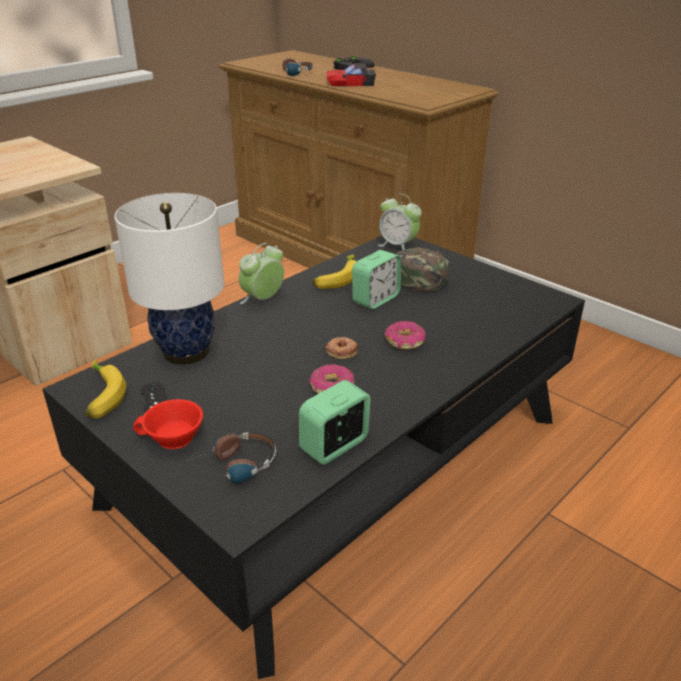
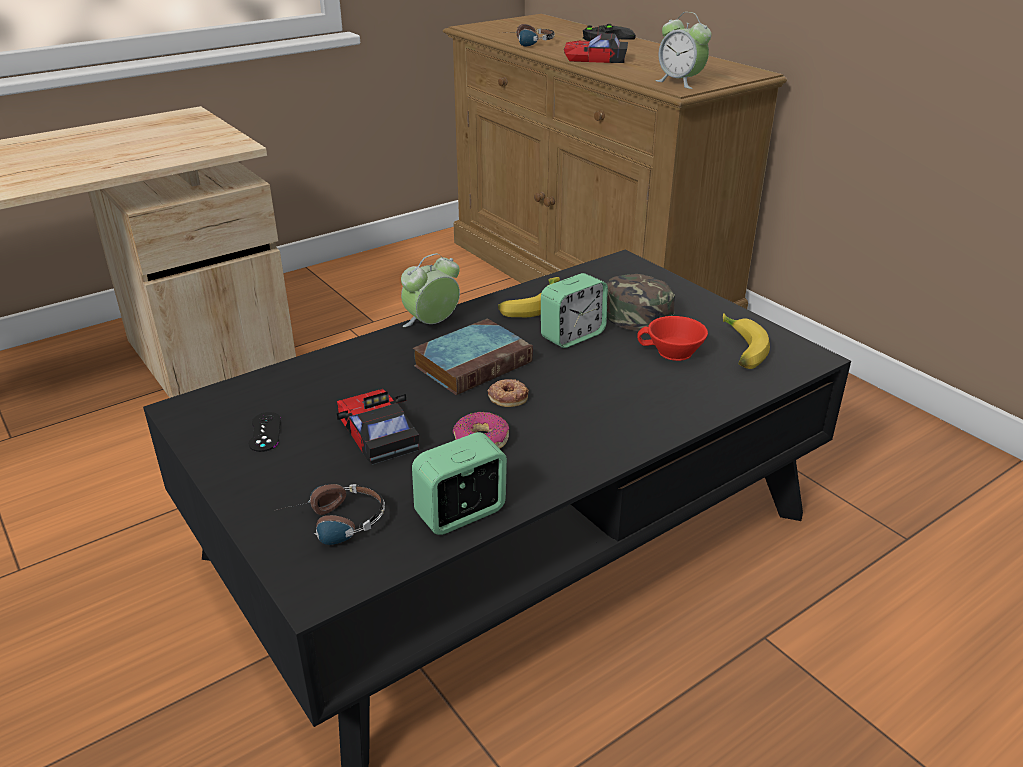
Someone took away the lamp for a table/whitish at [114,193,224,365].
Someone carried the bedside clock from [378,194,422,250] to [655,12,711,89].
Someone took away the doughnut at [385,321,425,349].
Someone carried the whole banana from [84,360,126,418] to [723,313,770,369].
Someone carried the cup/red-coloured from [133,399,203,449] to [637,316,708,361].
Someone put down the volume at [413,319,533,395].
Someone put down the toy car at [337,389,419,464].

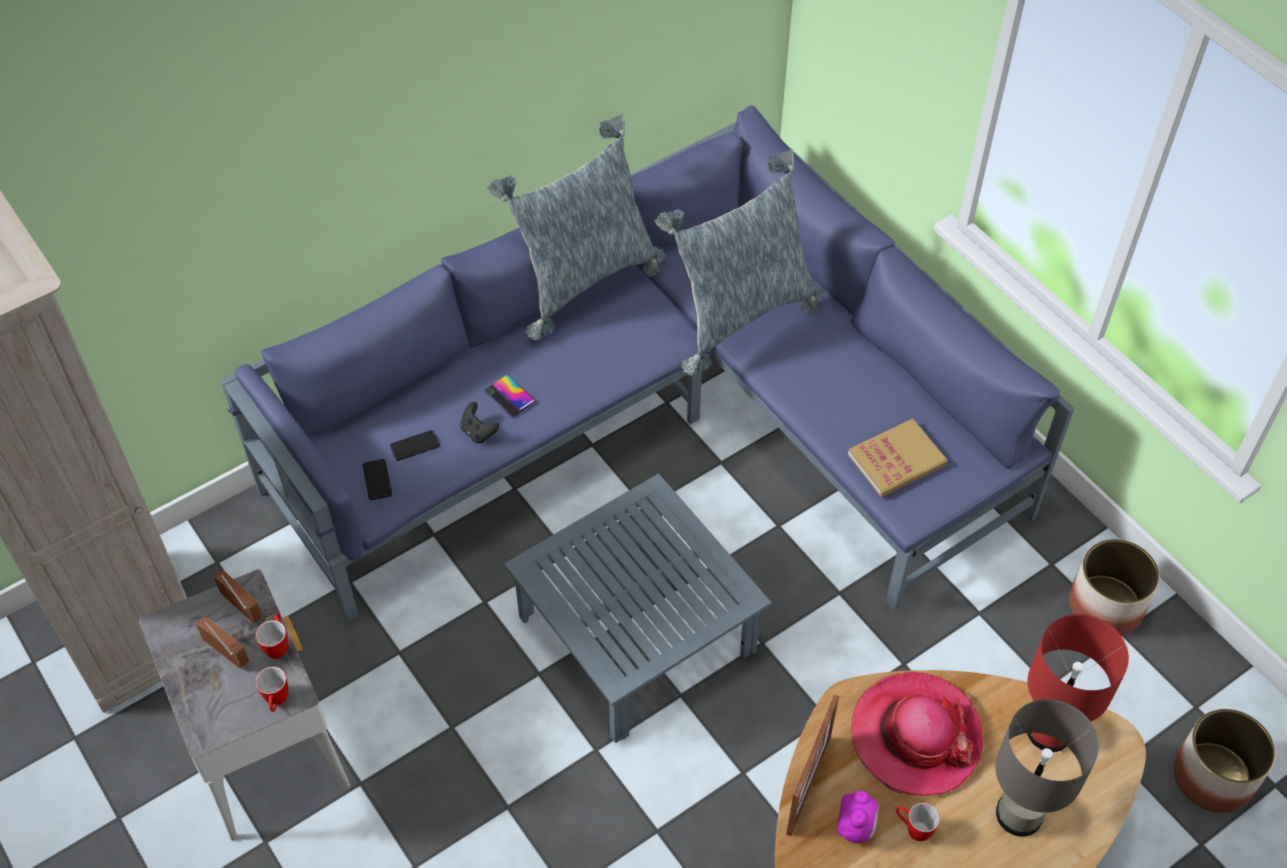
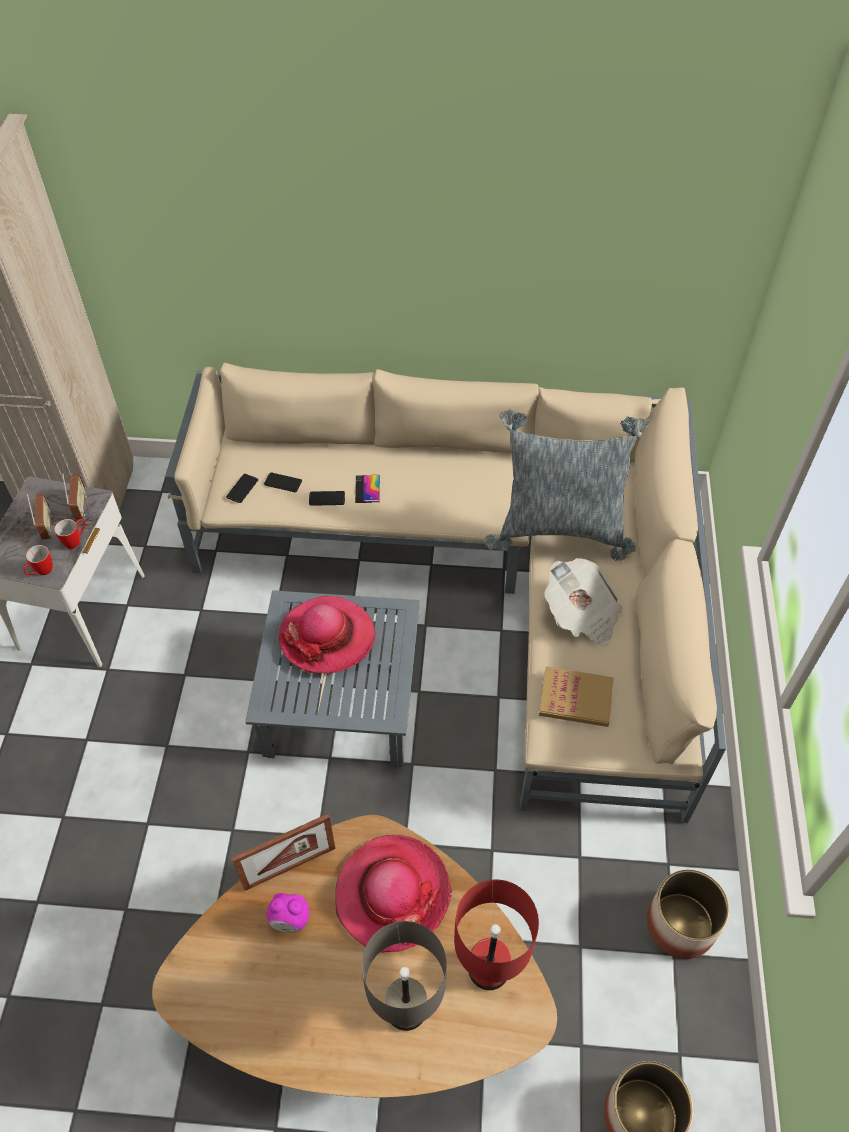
Someone repainted the couch/bluish at [221,105,1074,743], which became the couch/beige-coloured at [165,363,726,823].
Someone took away the pillow at [487,113,666,341].
Someone swapped the joypad/black at [460,402,499,443] for the handset at [309,491,345,506].
Someone rotated the bedside clock at [838,791,878,844] by 45 degrees clockwise.
Someone took away the mug at [896,803,940,842].
Someone put down the daily paper at [544,558,623,647].
Someone put down the wearable hat at [278,596,376,673].

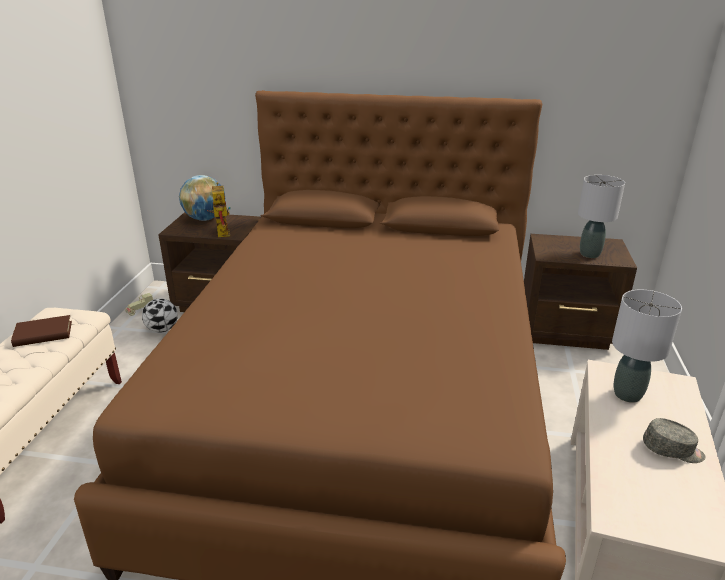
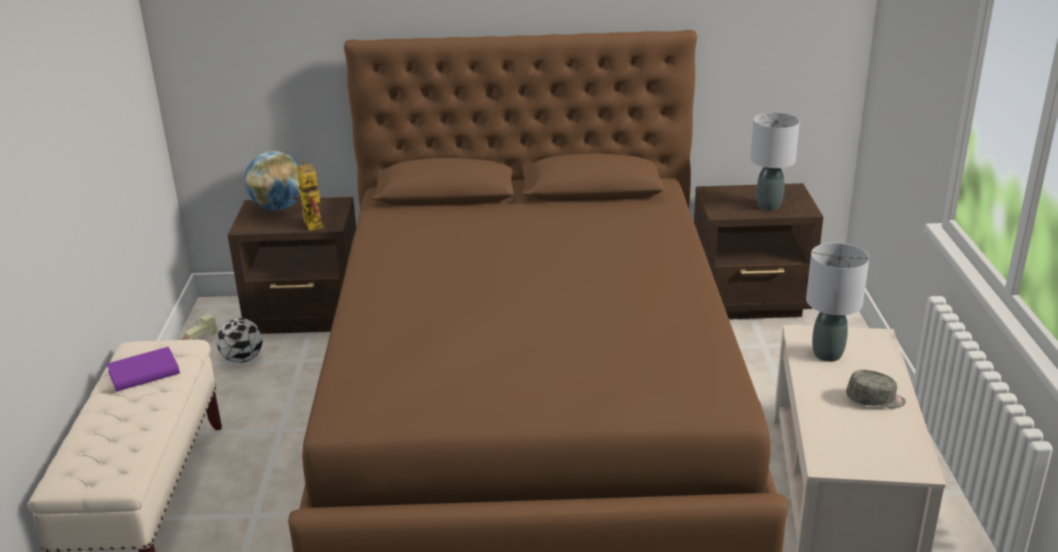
Someone repainted the volume/brown-coloured at [11,315,72,347], which became the volume/purplish at [107,347,180,391].

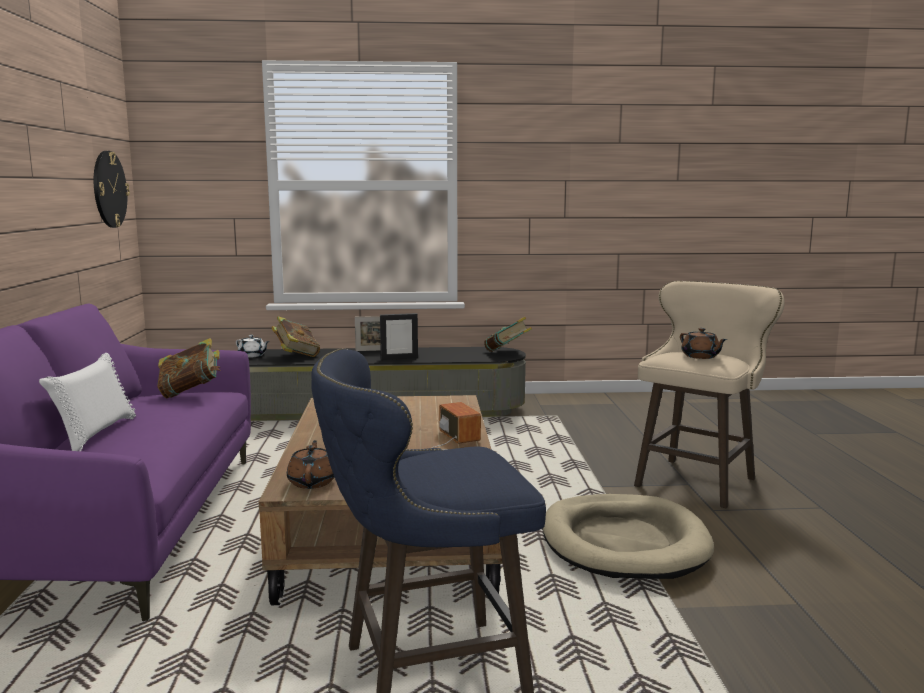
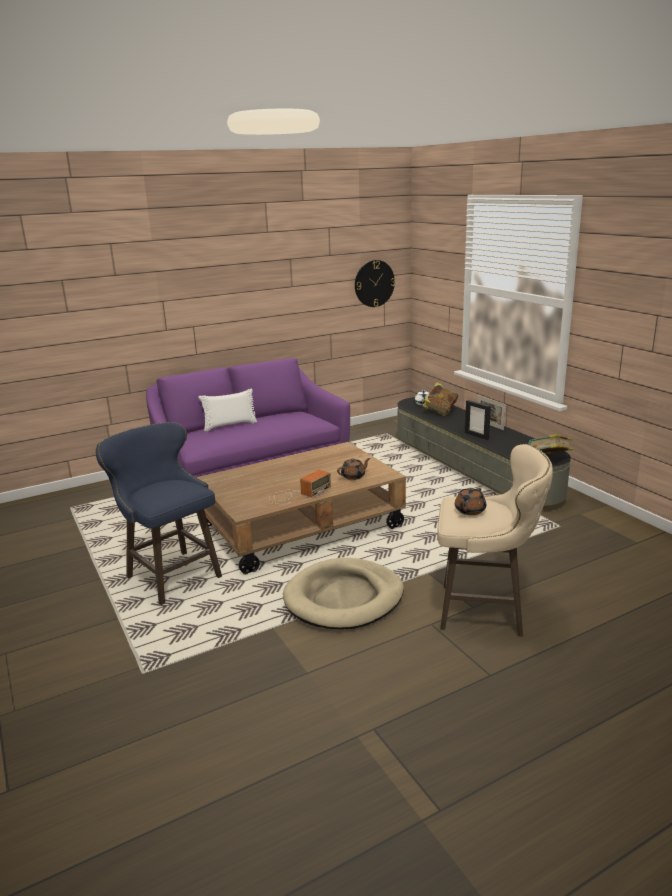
Someone took away the volume at [157,338,220,398].
Someone carried the teapot/brown-coloured from [287,440,335,489] to [337,458,370,480].

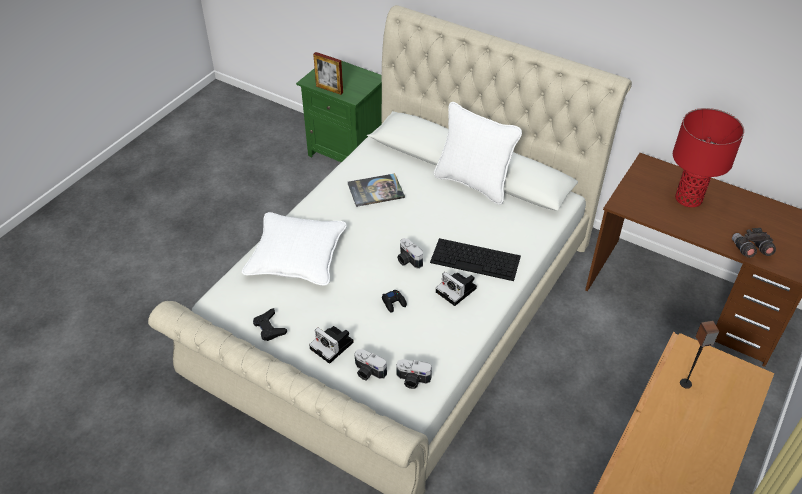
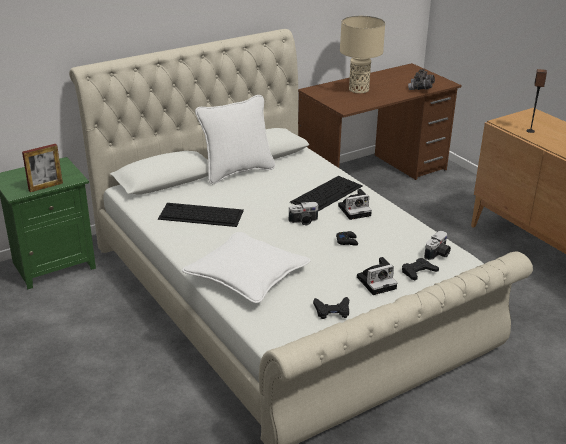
Someone repainted the lamp for a table/red-coloured at [673,108,744,207], which became the lamp for a table/beige-coloured at [340,16,385,93].
Someone swapped the volume at [348,173,405,207] for the computer keyboard at [158,203,244,227].
Someone swapped the photo camera at [354,349,387,381] for the joypad/black at [402,258,439,280].

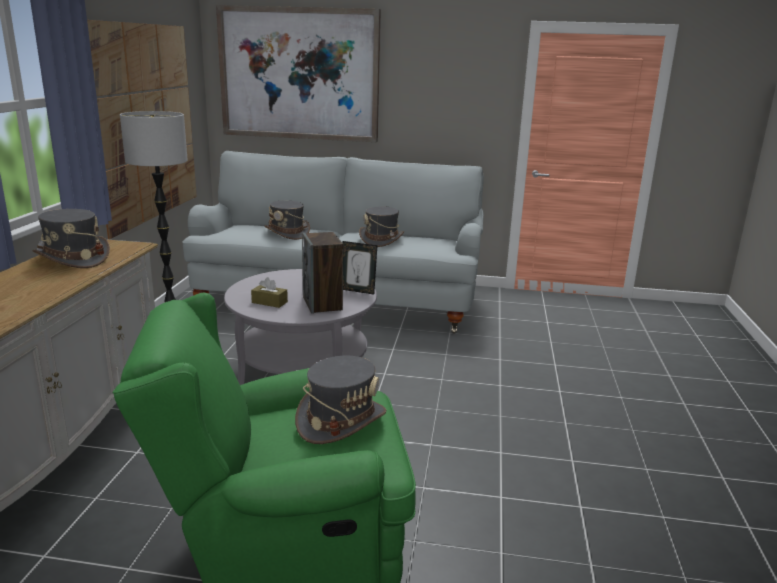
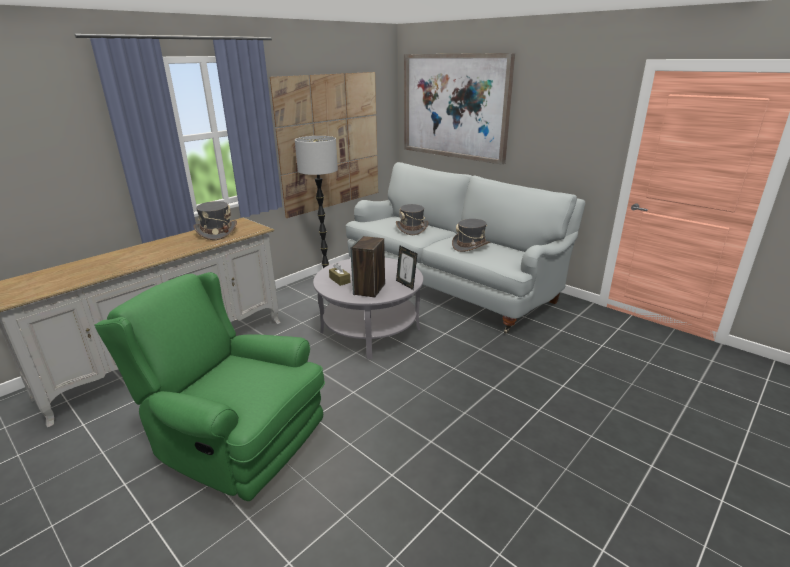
Someone took away the wearable hat/gray at [295,356,386,444].

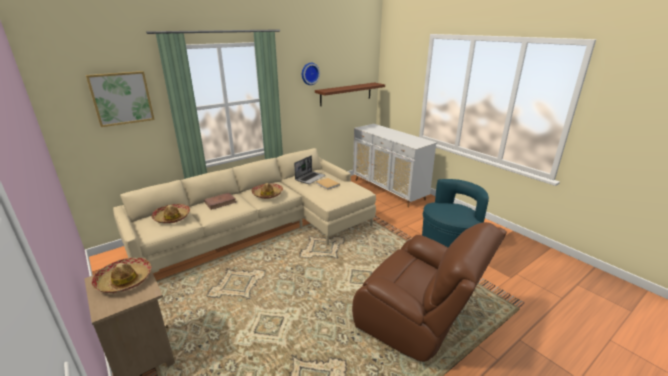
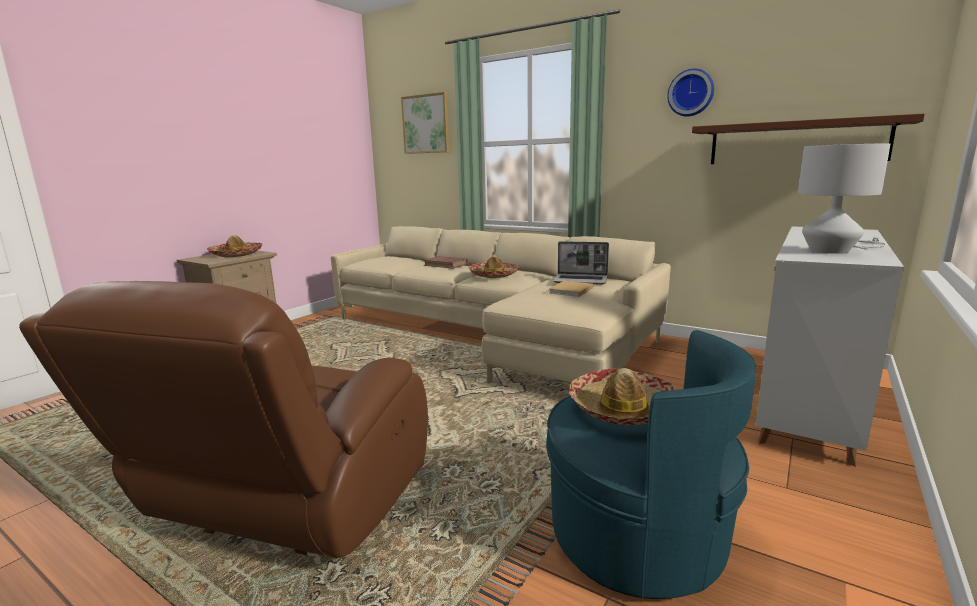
Someone carried the wearable hat from [151,204,190,223] to [569,368,678,425].
Someone put down the lamp for a table/whitish at [798,143,890,254].

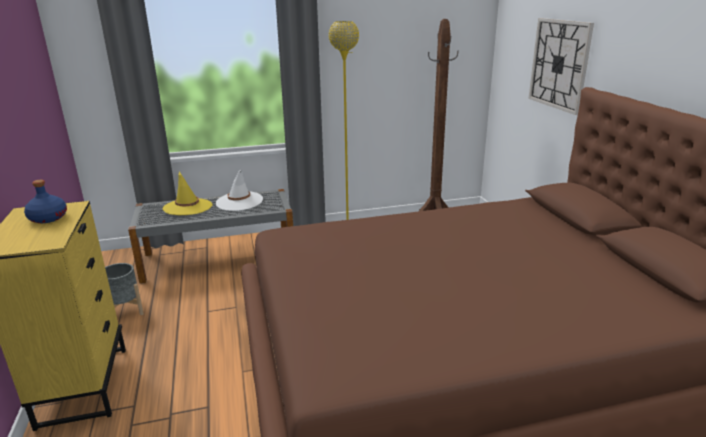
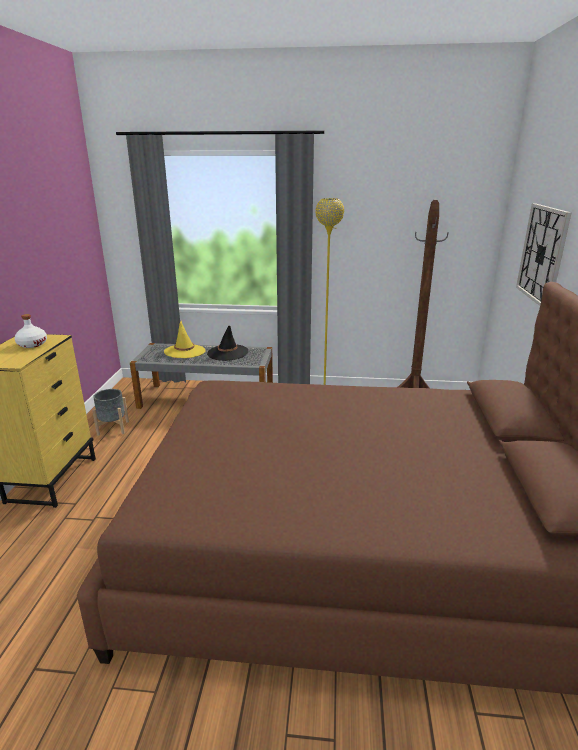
Someone repainted the wearable hat/whitish at [216,170,263,211], which became the wearable hat/black at [207,326,248,361].
Someone repainted the drink bottle/bluish at [24,180,67,223], which became the drink bottle/whitish at [15,314,47,348].

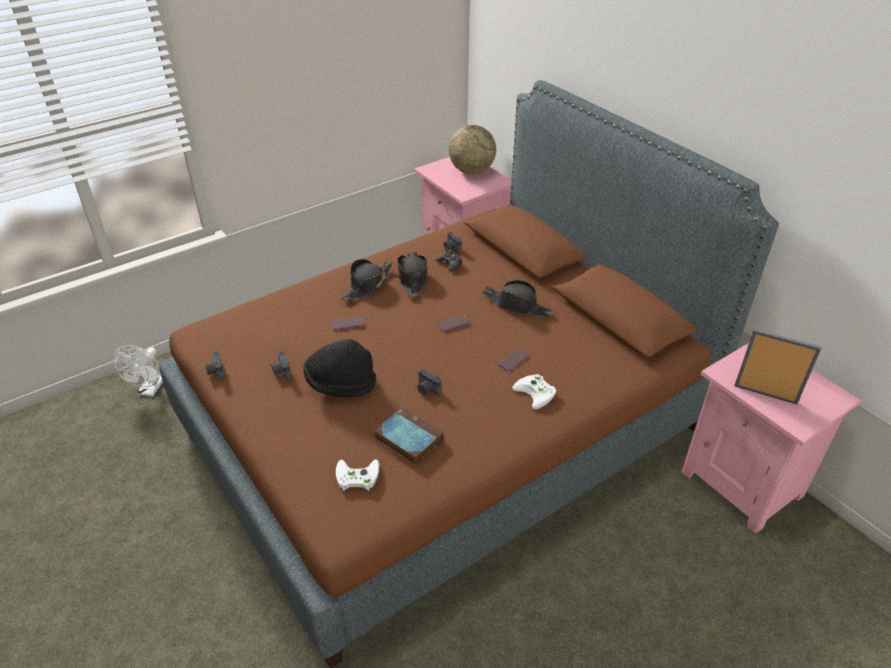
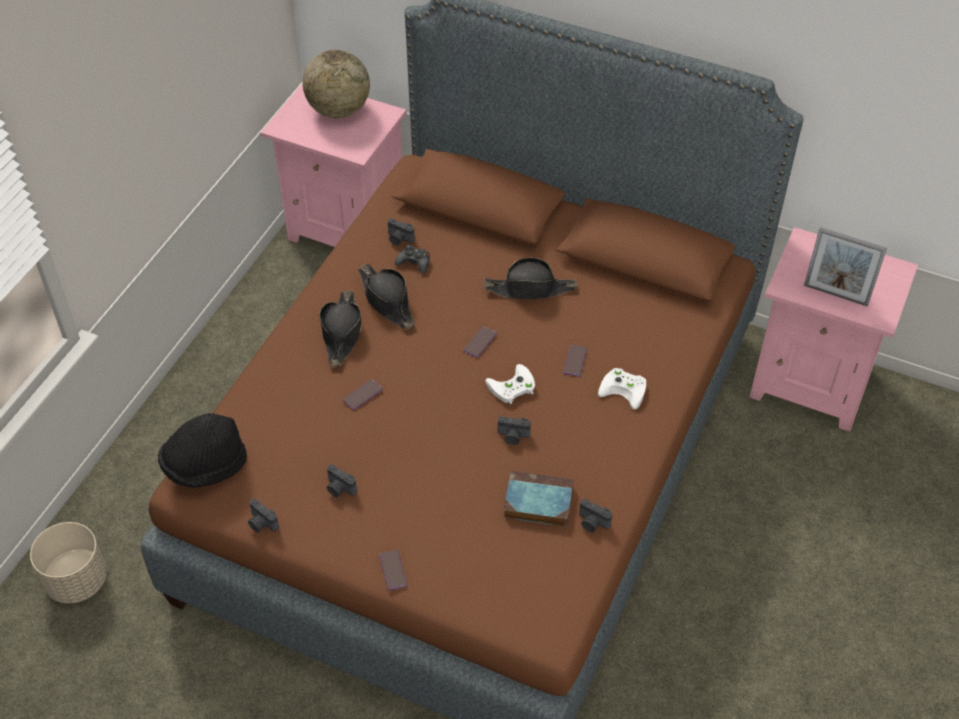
Someone rotated the standing frame at [734,329,821,404] by 150 degrees counterclockwise.
Someone carried the wearable hat/black from [303,339,376,398] to [158,413,247,488].
Someone swapped the electric fan/whitish at [114,345,163,397] for the plant pot/beige-coloured at [30,522,107,604].
Someone carried the joypad/whitish from [336,460,379,491] to [486,364,535,404].
Someone put down the photo camera at [579,499,612,532].
Someone put down the handset at [379,550,407,590].

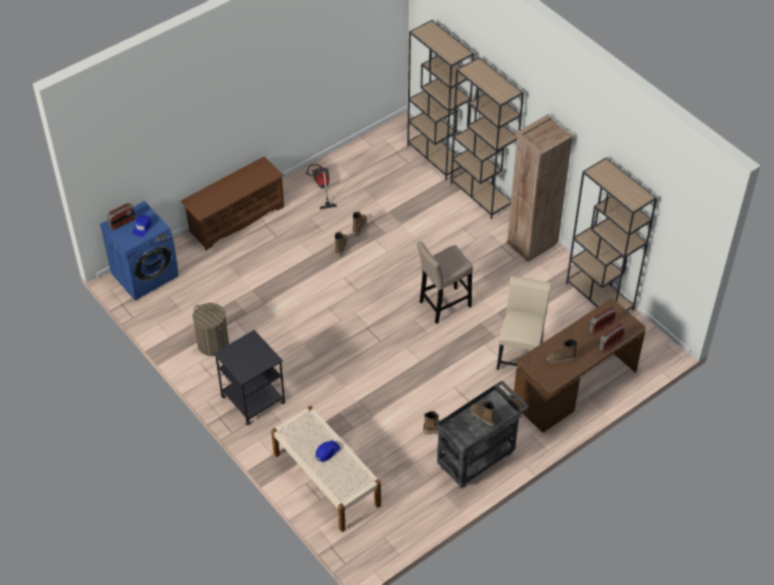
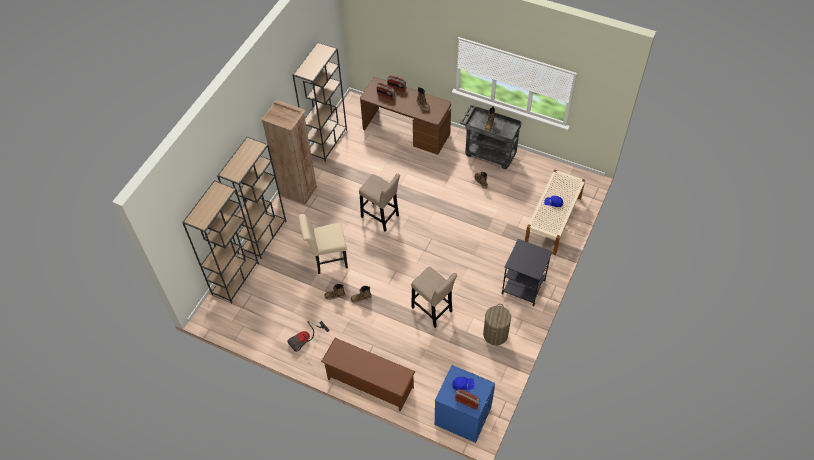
Someone carried the chair/beige-coloured from [497,276,551,370] to [298,214,348,274].
Someone put down the sitting stool/beige-coloured at [411,267,457,328].

